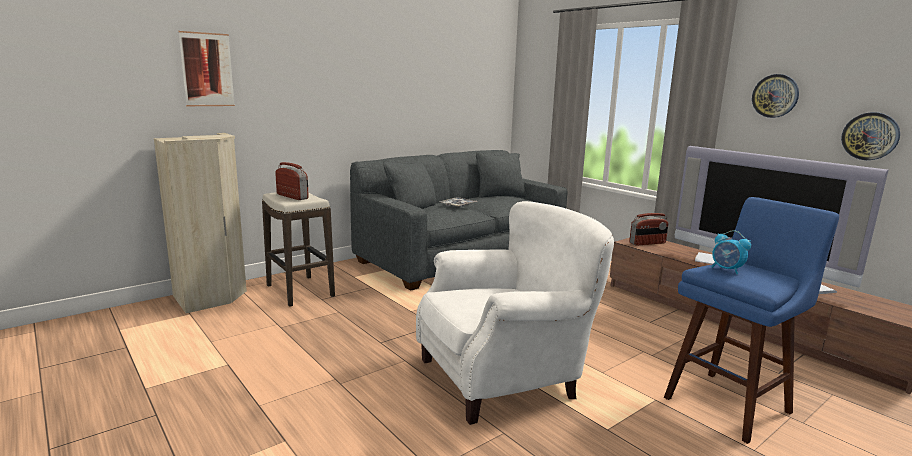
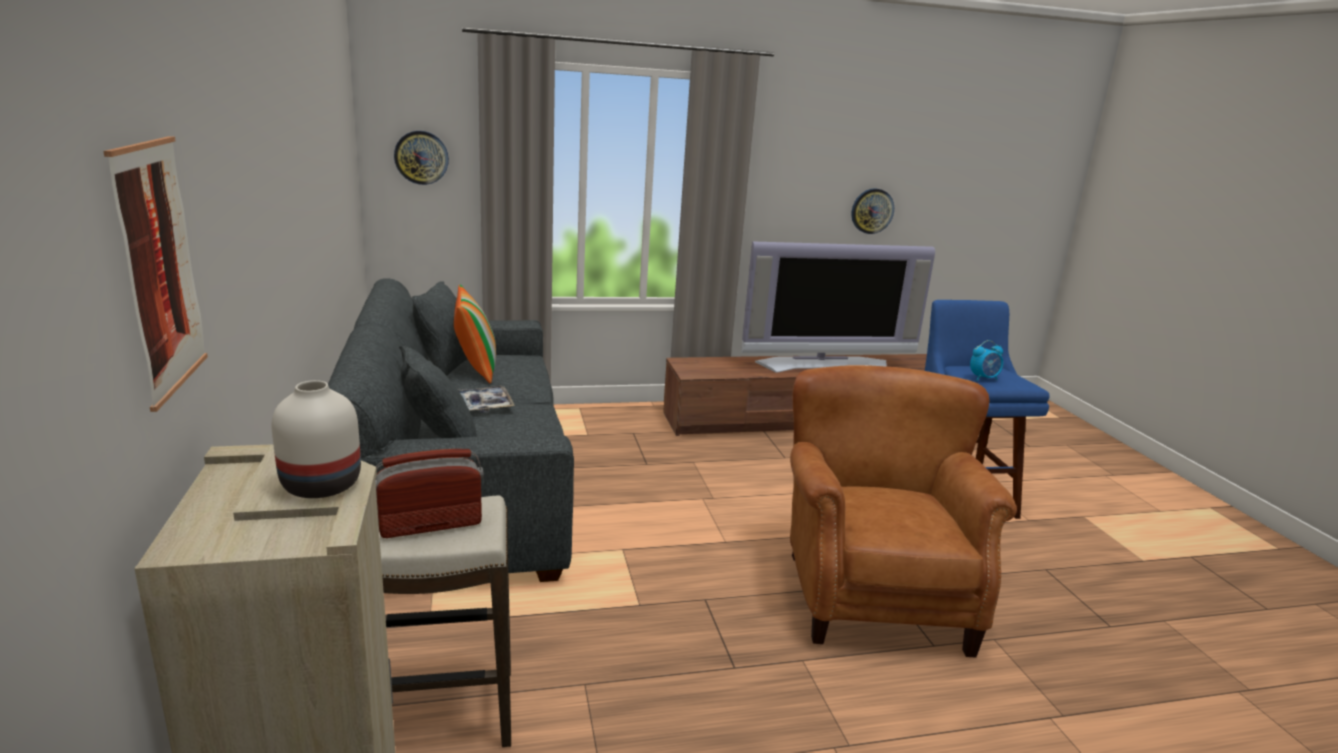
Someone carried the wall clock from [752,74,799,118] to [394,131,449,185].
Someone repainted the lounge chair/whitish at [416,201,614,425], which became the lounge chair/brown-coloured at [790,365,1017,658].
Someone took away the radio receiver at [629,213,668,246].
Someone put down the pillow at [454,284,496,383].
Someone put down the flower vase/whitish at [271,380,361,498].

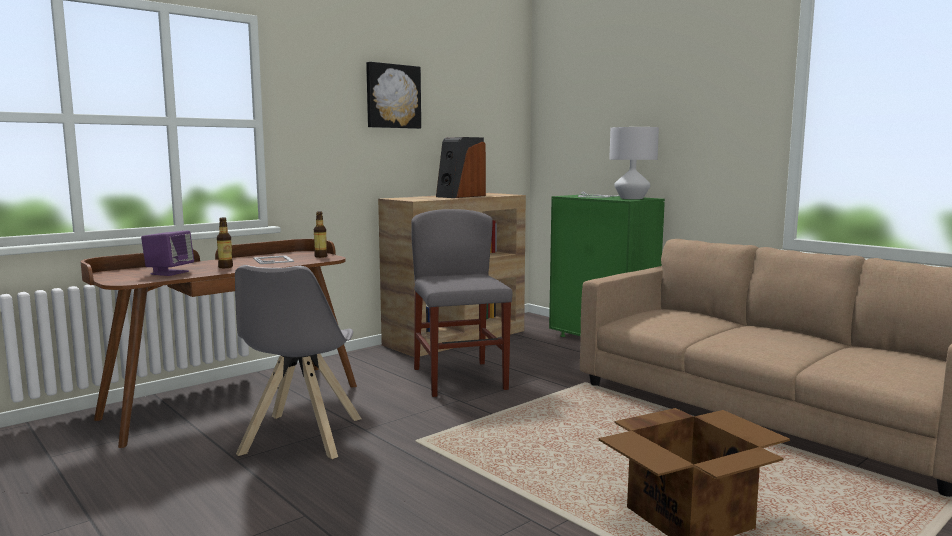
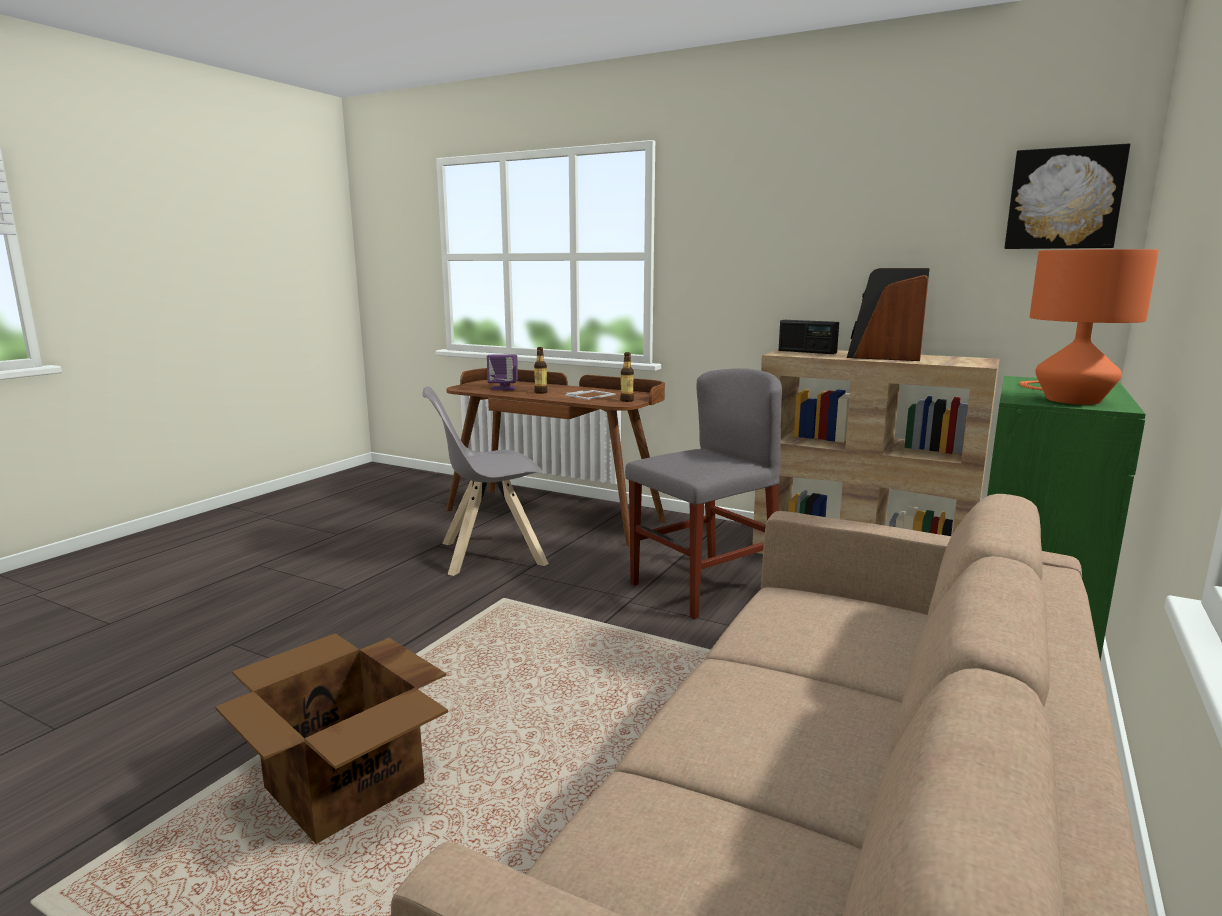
Someone carried the wall picture from [366,62,421,129] to [1005,143,1130,249].
Someone repainted the lamp for a table/whitish at [578,127,659,199], which became the lamp for a table/orange at [1019,249,1159,405].
Someone put down the radio receiver at [779,320,839,354].

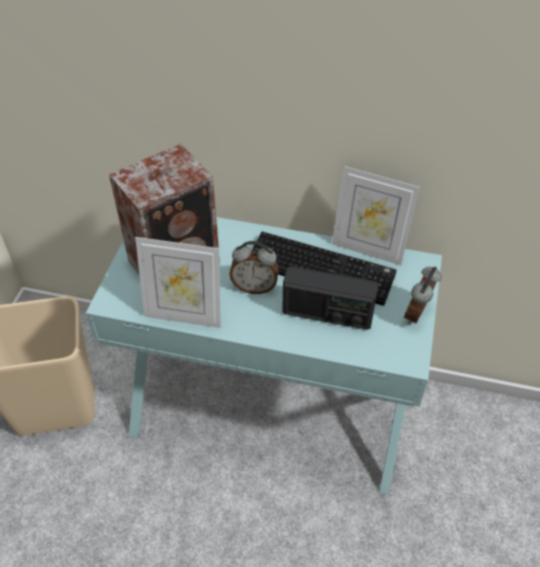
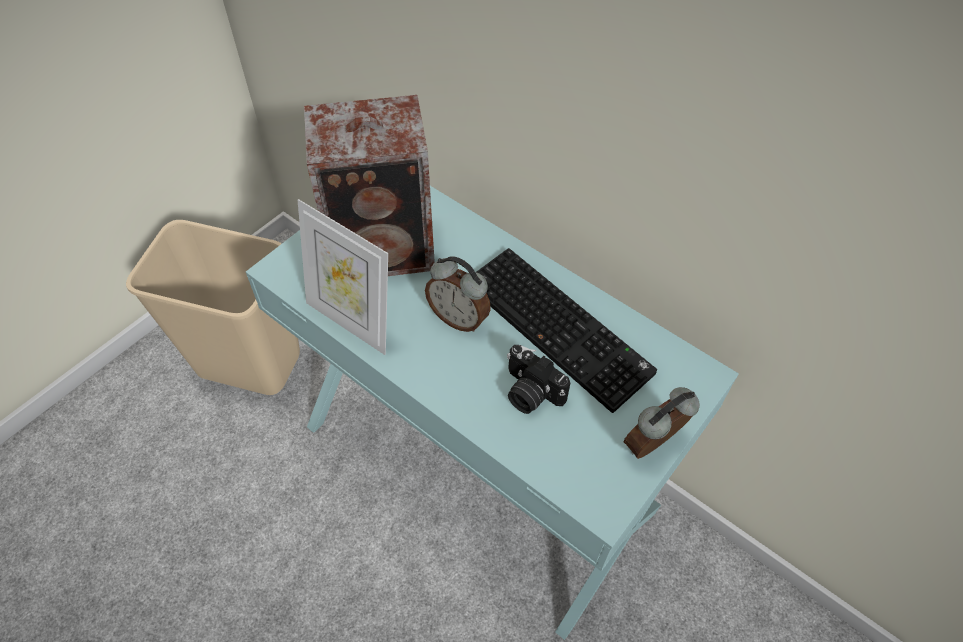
Someone took away the standing frame at [332,166,420,266].
Someone swapped the radio receiver at [282,266,379,330] for the photo camera at [507,345,570,414].

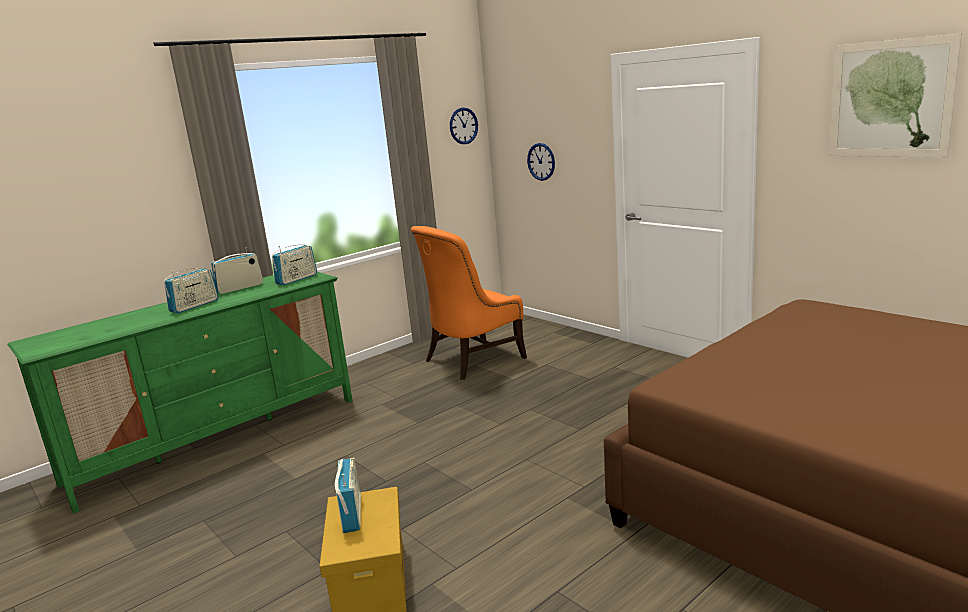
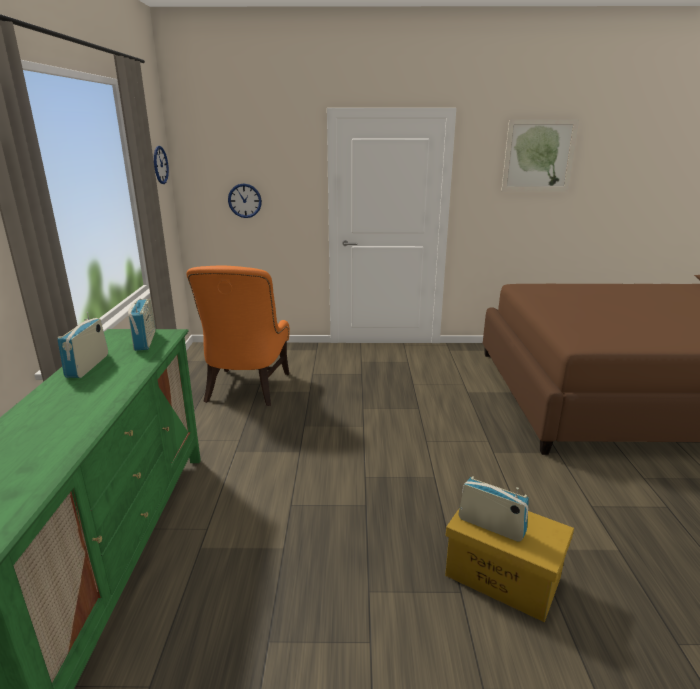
Someone took away the radio receiver at [164,268,219,313].

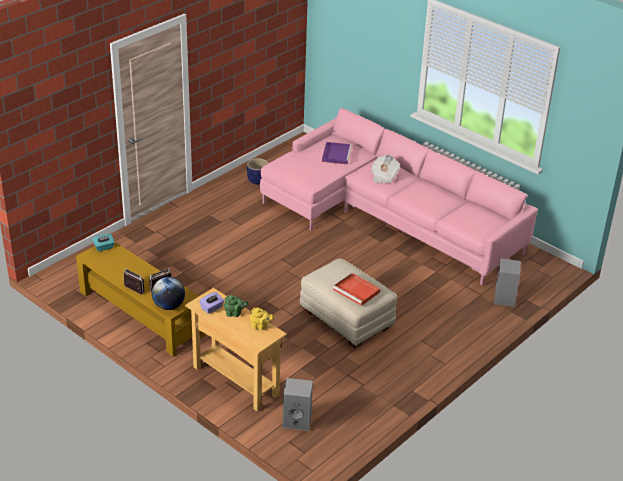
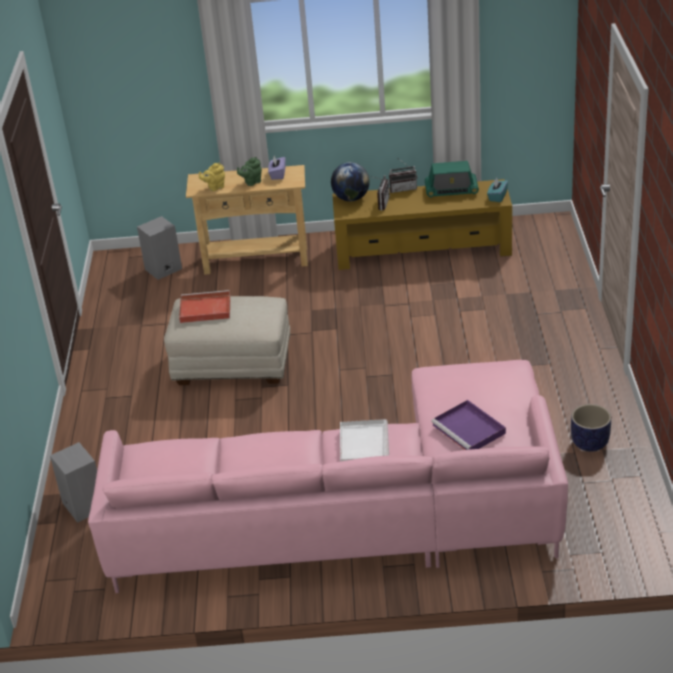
Someone swapped the daily paper at [371,155,400,183] for the carrying tray/whitish at [340,419,389,461].
Someone put down the radio receiver at [425,161,479,198].

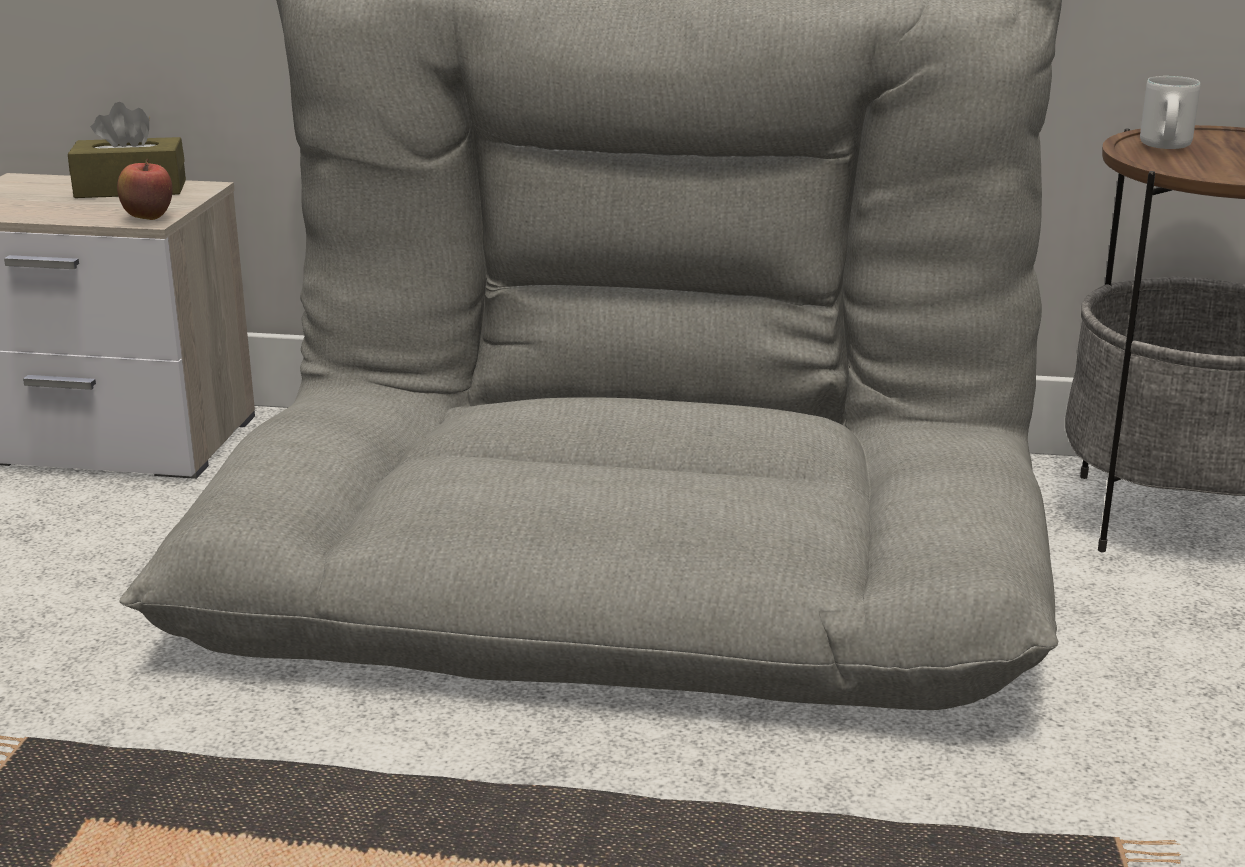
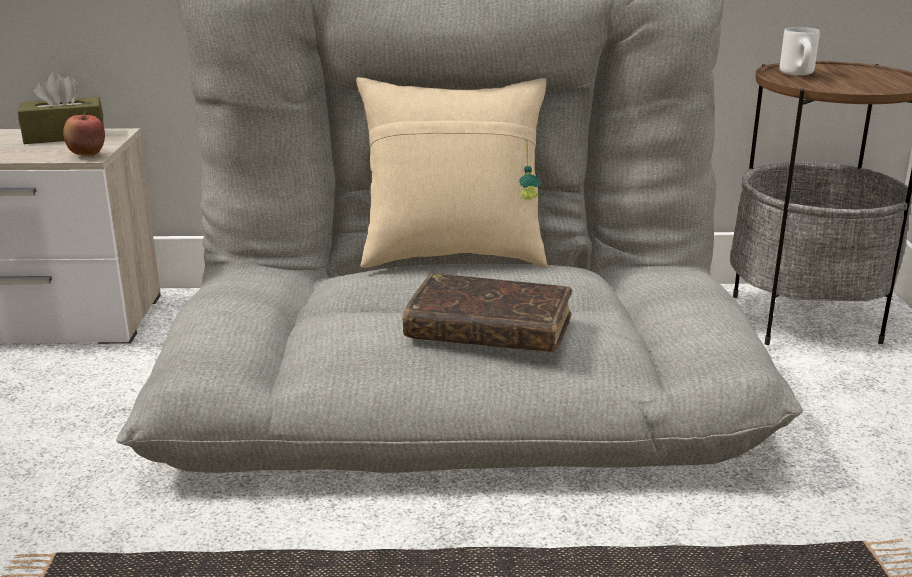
Someone put down the pillow/beige-coloured at [356,77,547,268].
Someone put down the volume/brown-coloured at [402,273,572,352].

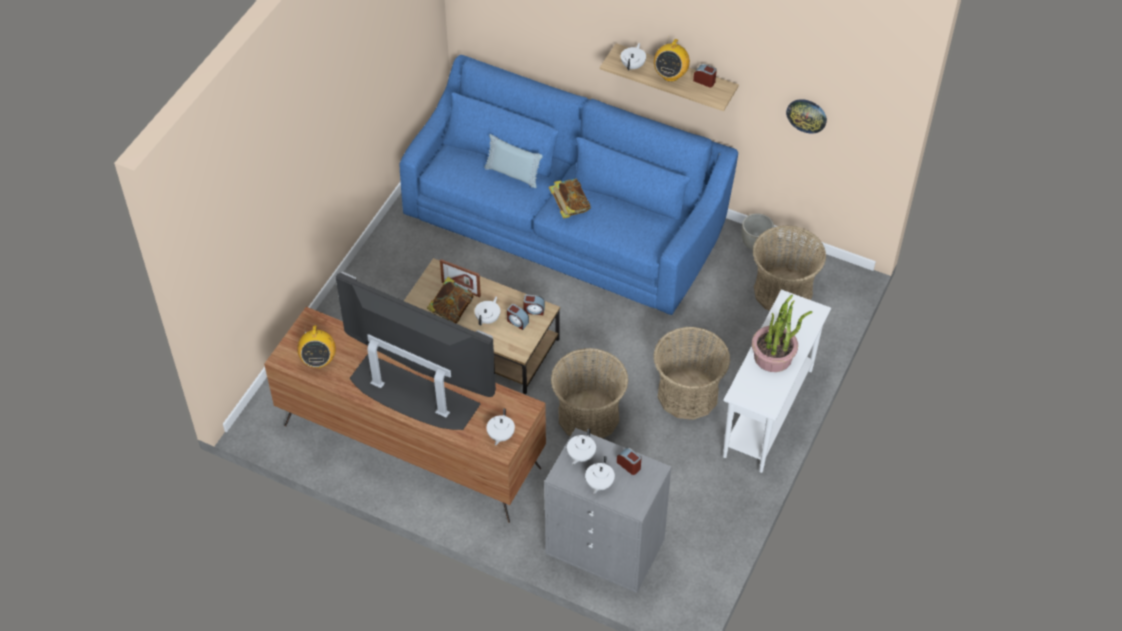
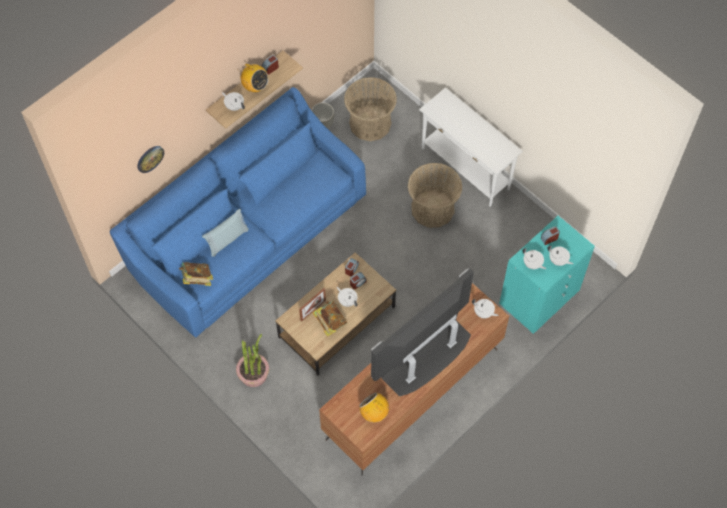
Someone carried the wall clock from [786,99,827,133] to [137,146,164,173].
Someone carried the volume from [549,179,591,219] to [179,262,213,286].
Someone carried the plant in a pot from [752,295,813,372] to [236,334,269,387].
Someone rotated the radio receiver at [297,325,336,368] by 150 degrees counterclockwise.
Someone took away the household basket at [551,348,629,439].
Someone repainted the cupboard/gray at [545,428,671,593], which became the cupboard/turquoise-coloured at [499,216,595,334].

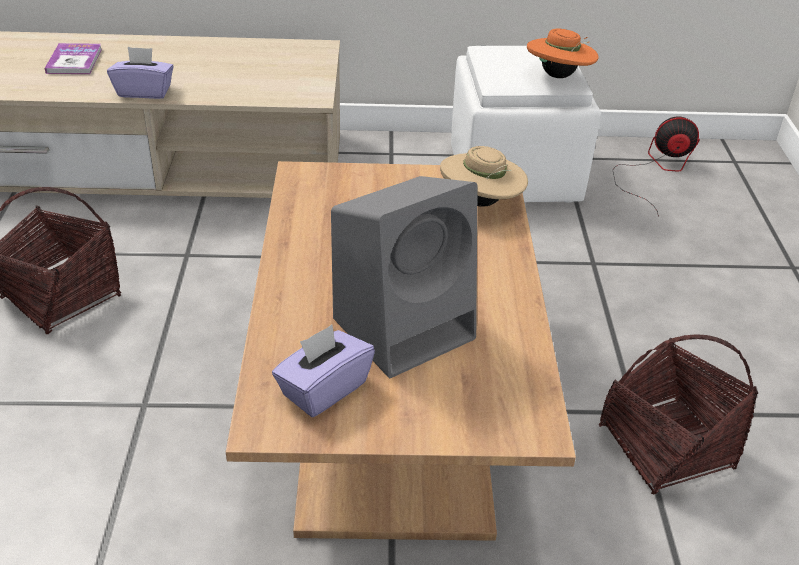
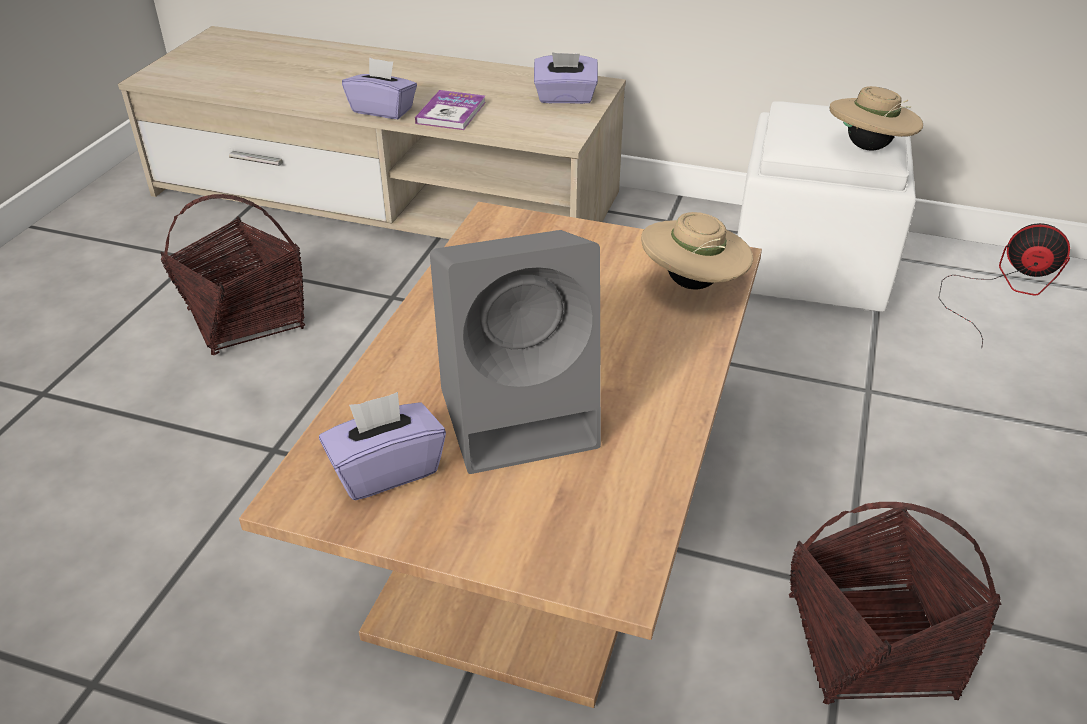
Someone repainted the wearable hat/orange at [527,29,599,78], which became the wearable hat/beige-coloured at [830,86,923,151].
Someone carried the volume from [44,43,102,74] to [415,90,486,130].
Someone put down the tissue box/purplish at [534,52,598,104].

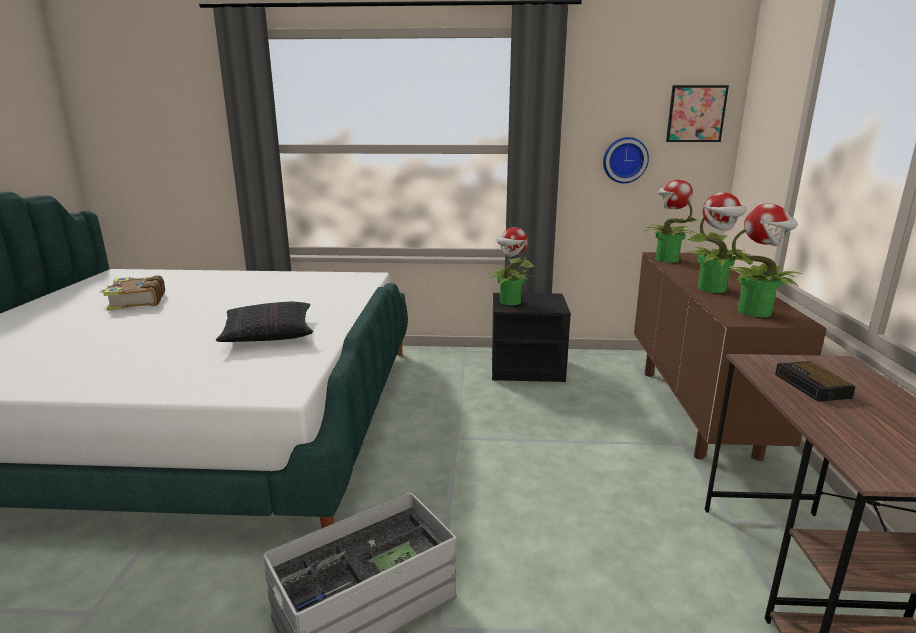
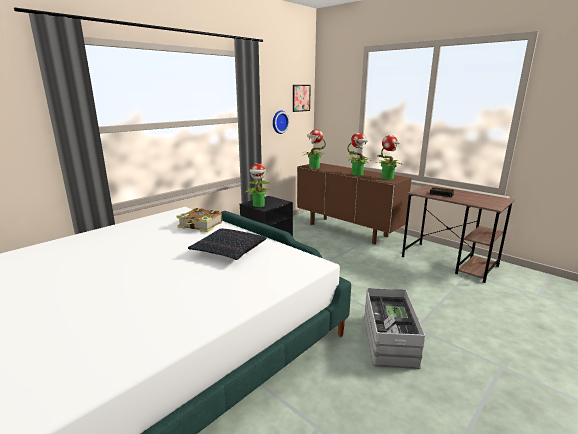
Someone carried the volume from [100,275,165,311] to [177,208,222,232].

